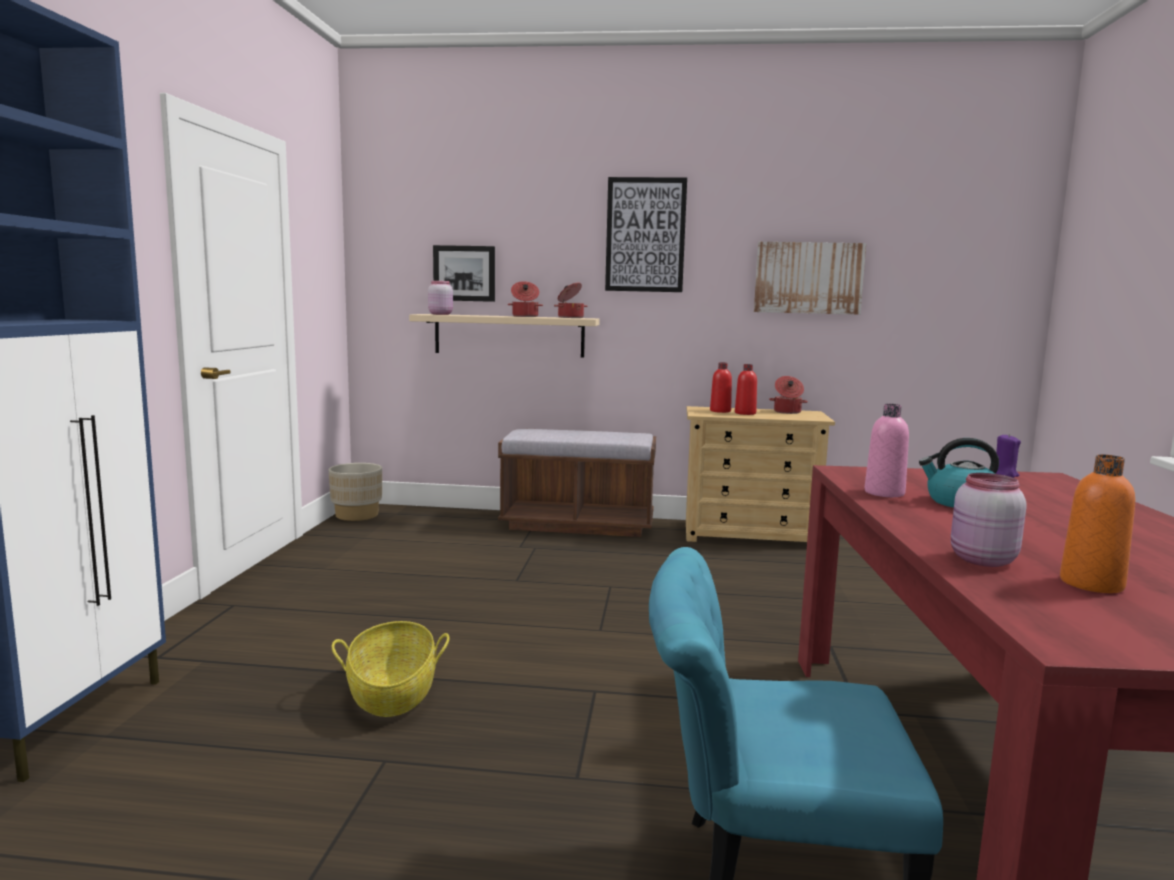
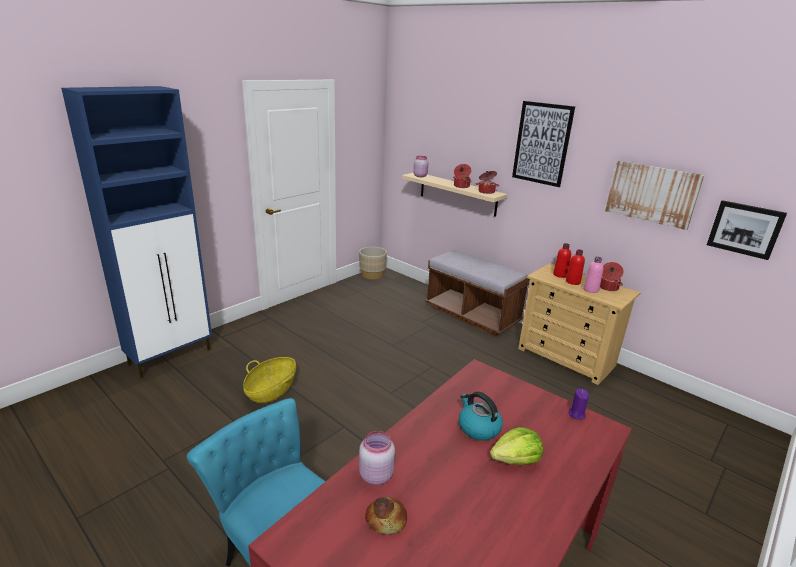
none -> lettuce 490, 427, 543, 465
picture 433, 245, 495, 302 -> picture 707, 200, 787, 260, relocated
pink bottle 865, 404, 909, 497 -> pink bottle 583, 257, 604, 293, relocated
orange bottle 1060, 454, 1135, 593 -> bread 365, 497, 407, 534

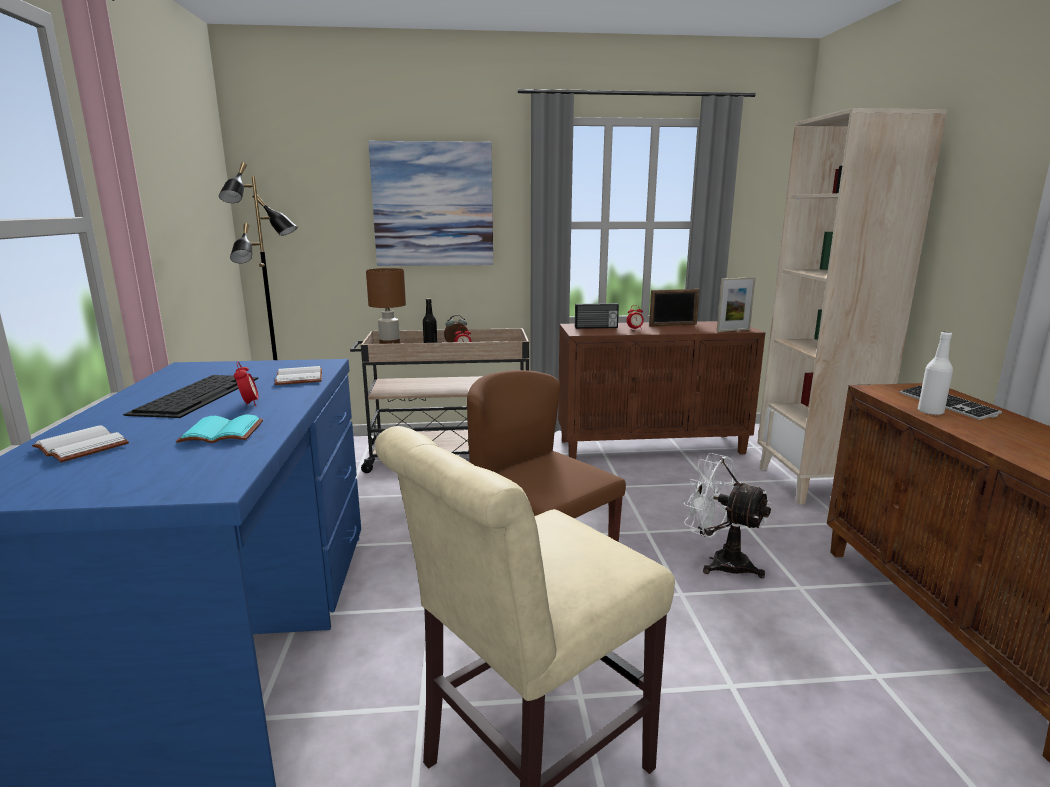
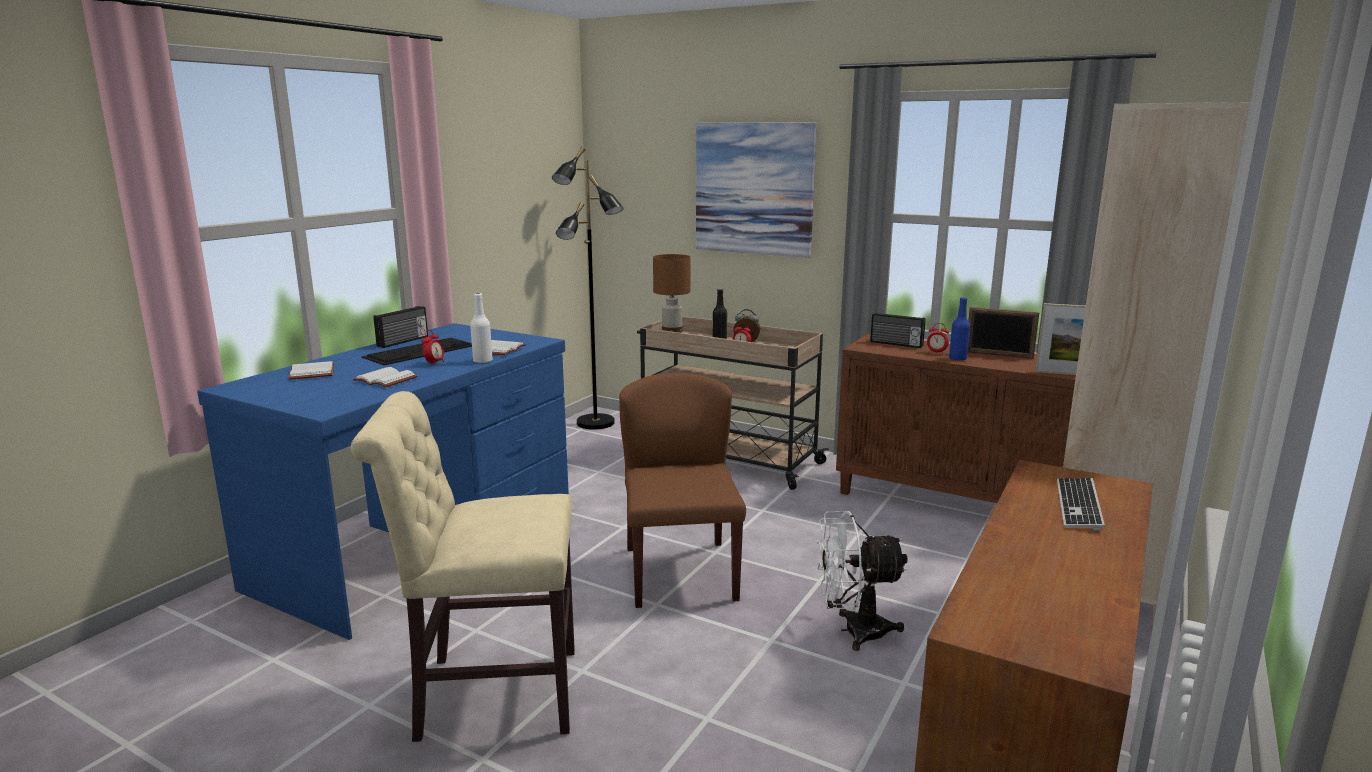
none -> radio 373, 306, 428, 348
none -> blue bottle 949, 297, 970, 361
white bottle 918, 332, 953, 415 -> white bottle 470, 293, 492, 363, relocated
turquoise book 176, 415, 263, 443 -> white book 353, 367, 418, 387
white fan 683, 453, 771, 578 -> white fan 817, 511, 908, 651, 75 degrees counterclockwise

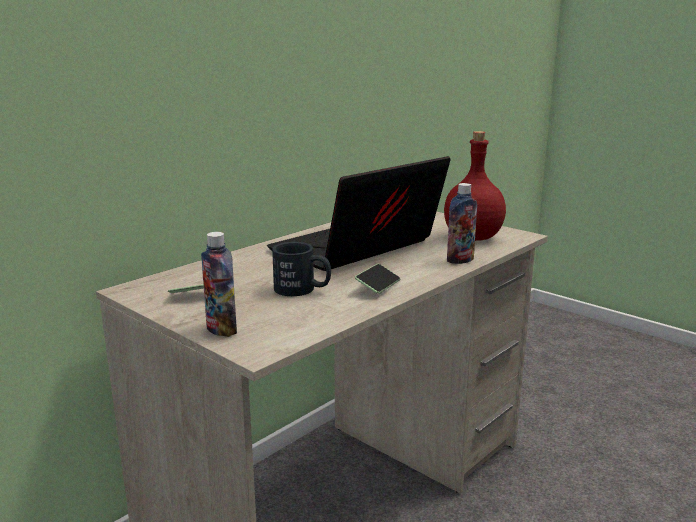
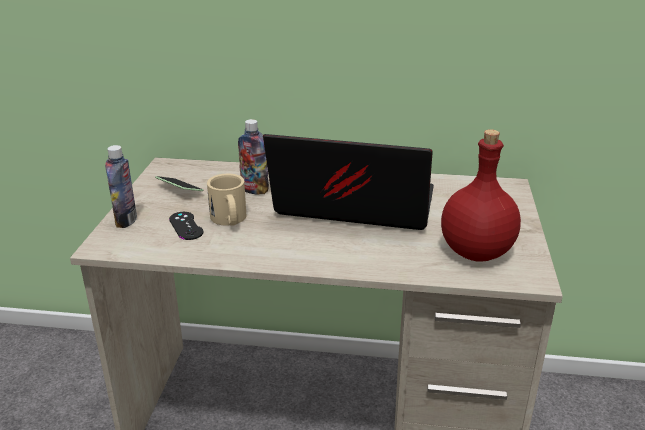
phone 355, 264, 400, 294 -> none
none -> black game controller 169, 212, 203, 240
bottle 447, 183, 477, 264 -> bottle 238, 119, 269, 194, relocated
black mug 272, 242, 331, 296 -> beige mug 207, 174, 246, 226

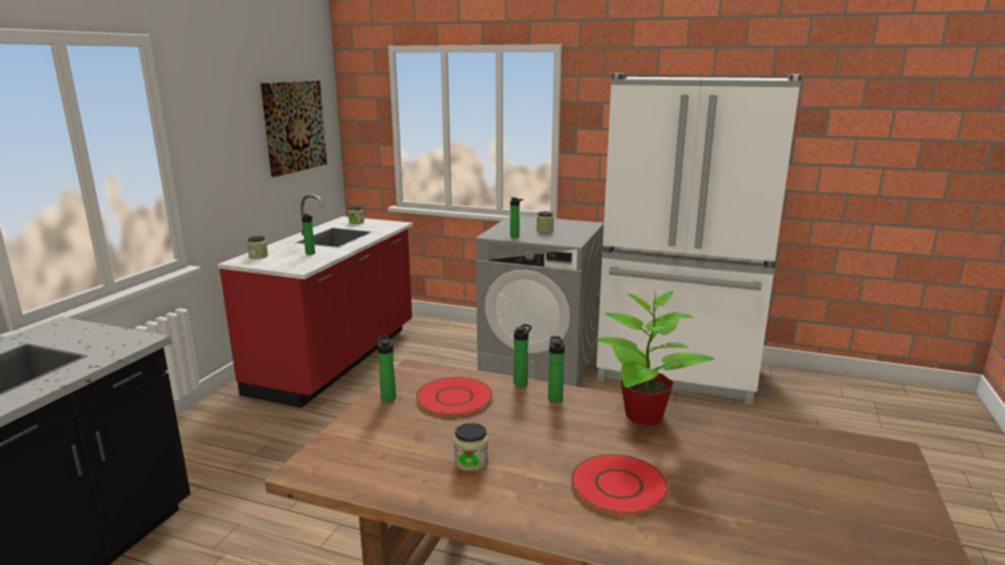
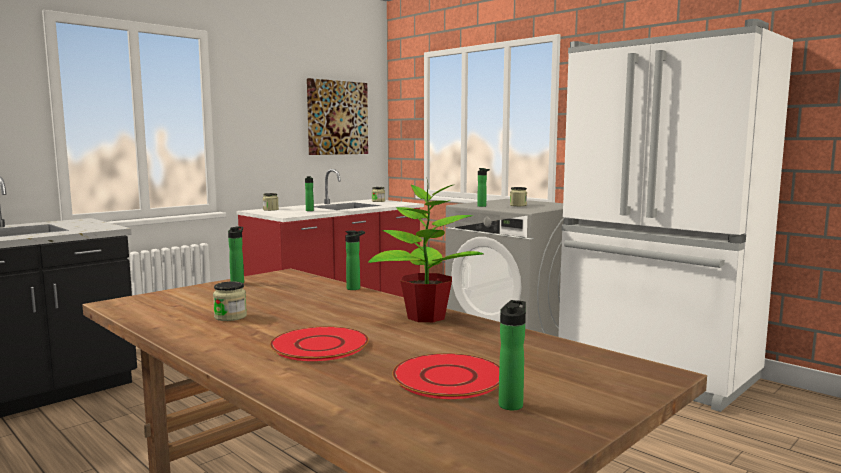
red plate 416, 377, 492, 416 -> red plate 392, 353, 499, 399, relocated
bottle 548, 336, 565, 402 -> bottle 499, 300, 526, 410, relocated

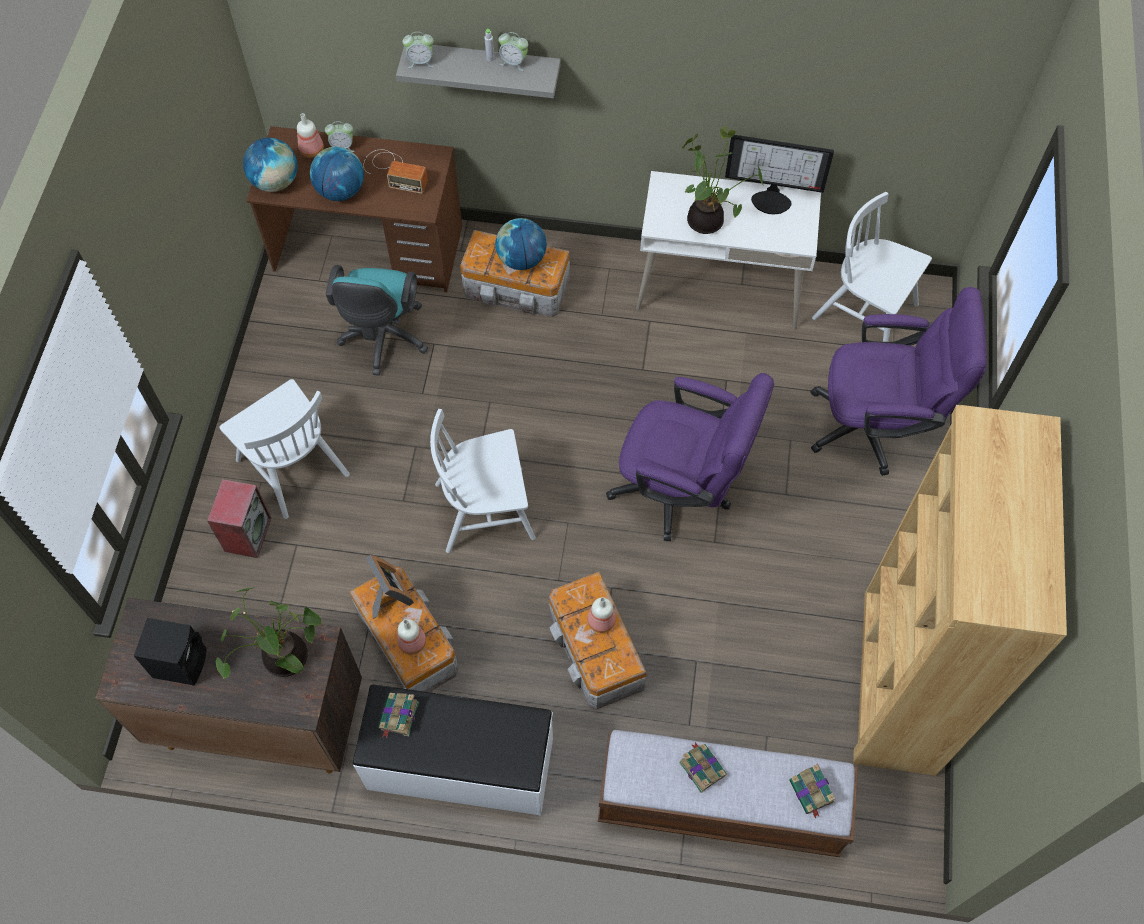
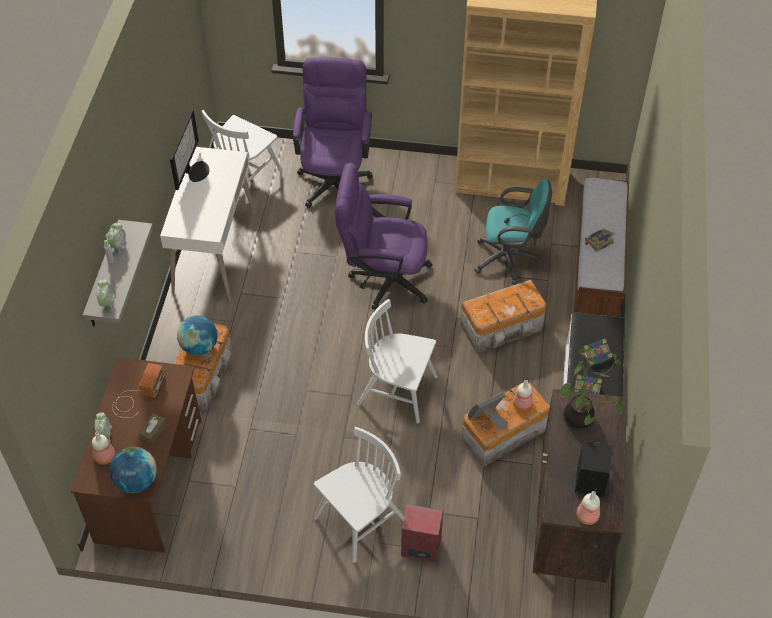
potted plant 682, 126, 763, 234 -> none
turquoise office chair 326, 265, 428, 376 -> turquoise office chair 474, 178, 552, 285, relocated
bottle 587, 597, 616, 633 -> bottle 577, 491, 600, 525, relocated
book 789, 764, 835, 819 -> book 582, 339, 614, 367, relocated
globe 310, 147, 364, 201 -> brown tissue box 139, 413, 167, 445
white chair 430, 409, 535, 553 -> white chair 357, 299, 438, 423, 120 degrees clockwise
purple office chair 606, 373, 774, 541 -> purple office chair 335, 163, 433, 310, 105 degrees counterclockwise

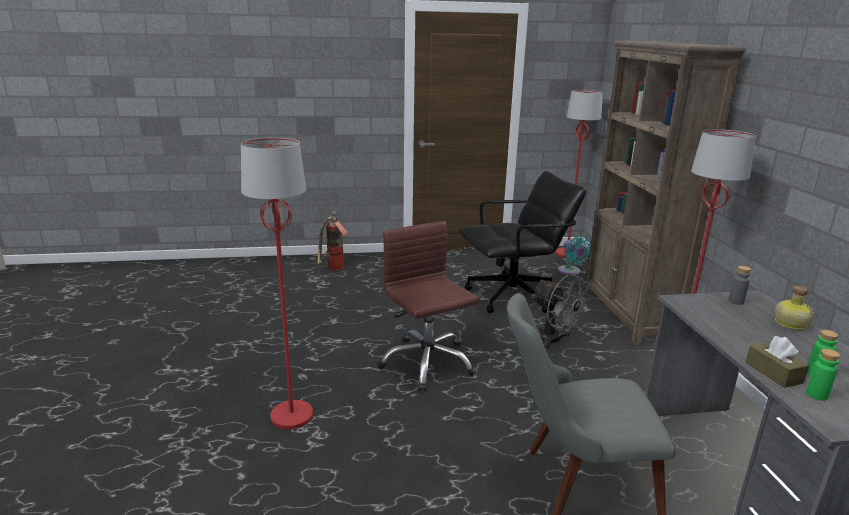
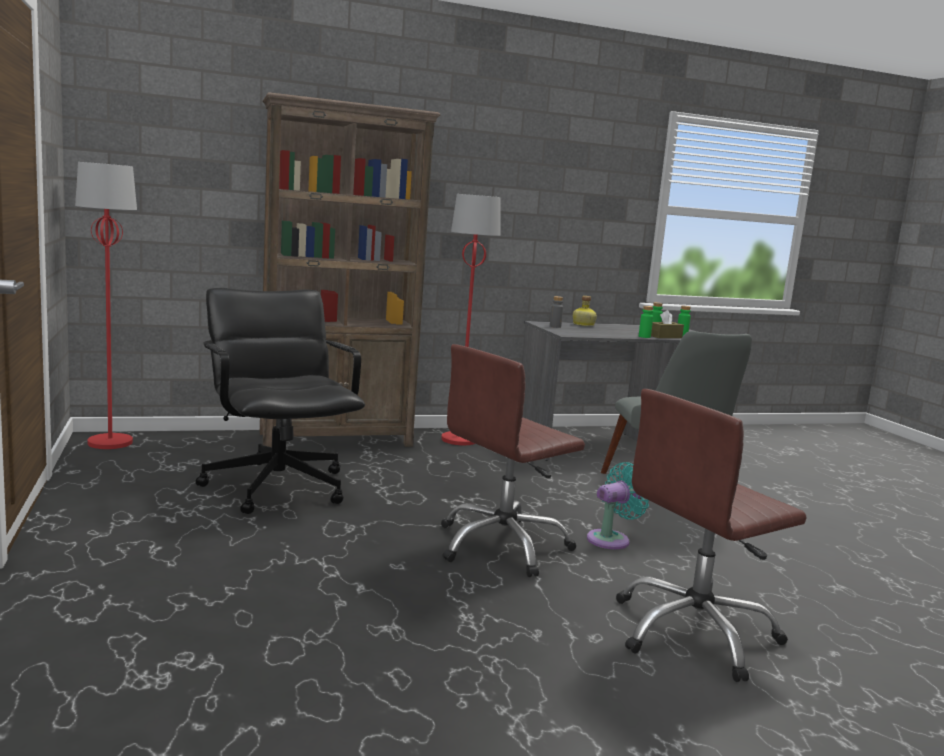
fire extinguisher 317, 211, 348, 270 -> none
grey fan 532, 274, 591, 349 -> none
none -> green bottle 639, 306, 653, 338
turquoise fan 558, 236, 591, 275 -> turquoise fan 587, 462, 649, 549, relocated
red floor lamp 241, 138, 313, 430 -> brown office chair 616, 389, 807, 682

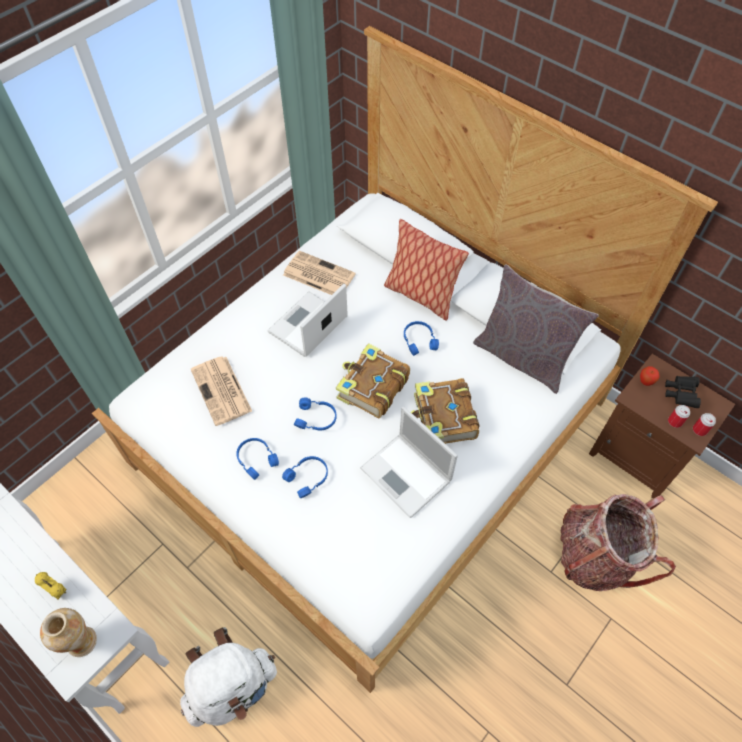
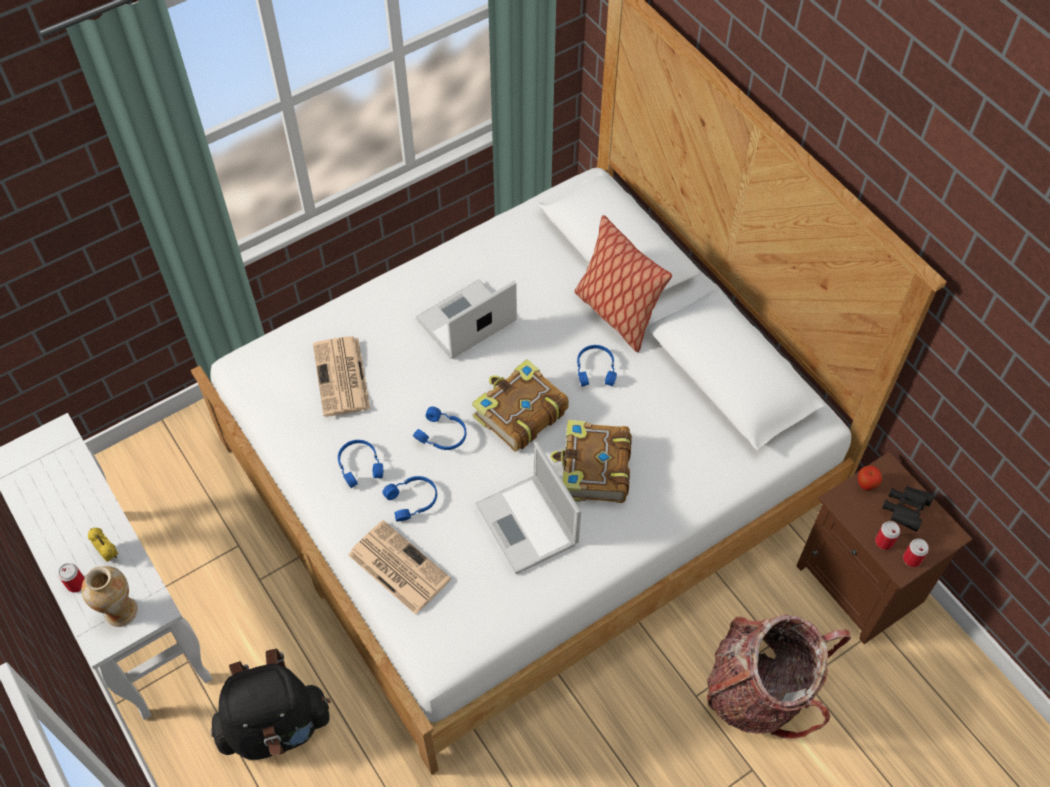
grey pillow 473, 264, 599, 394 -> none
none -> can 58, 563, 85, 592
newspaper 283, 251, 356, 295 -> newspaper 348, 520, 451, 615, relocated
white backpack 180, 627, 277, 727 -> black backpack 210, 648, 331, 760

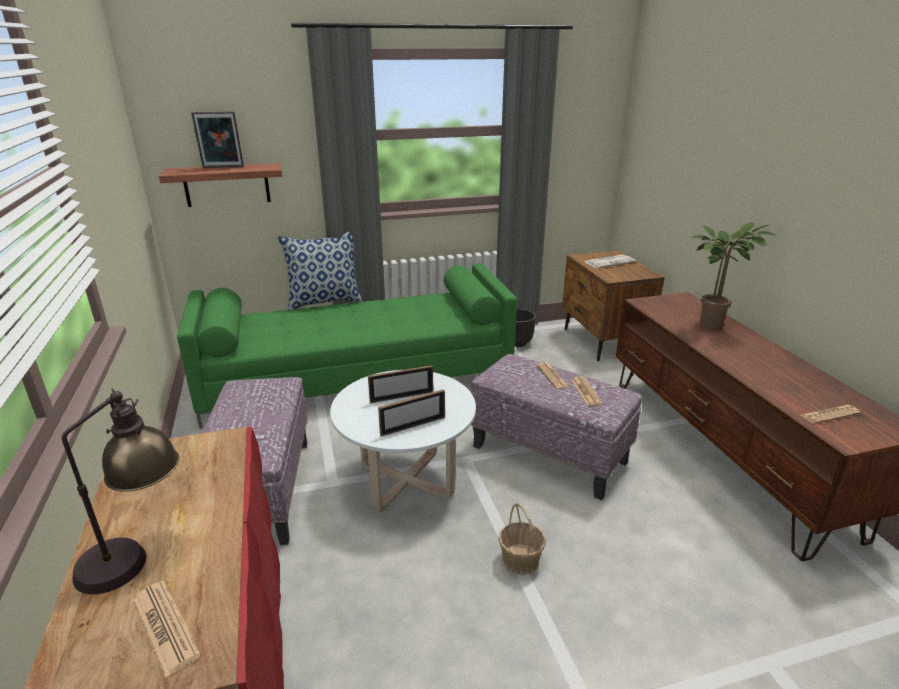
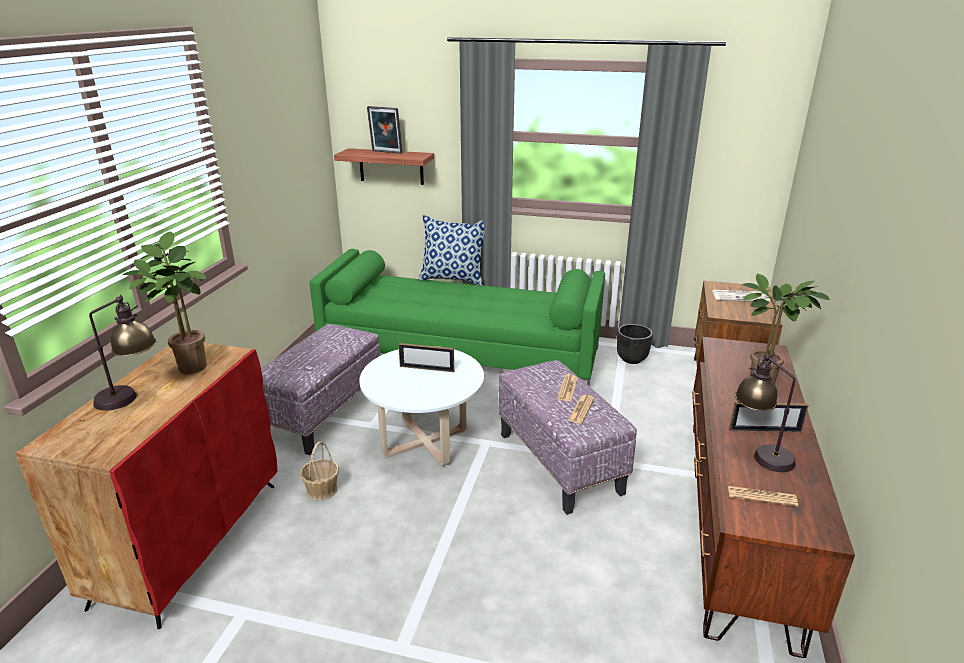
newspaper 132, 581, 201, 678 -> none
none -> potted plant 123, 232, 207, 374
none -> table lamp 735, 354, 796, 472
picture frame 378, 389, 445, 437 -> picture frame 729, 402, 809, 433, relocated
basket 498, 503, 546, 575 -> basket 300, 441, 339, 501, relocated

